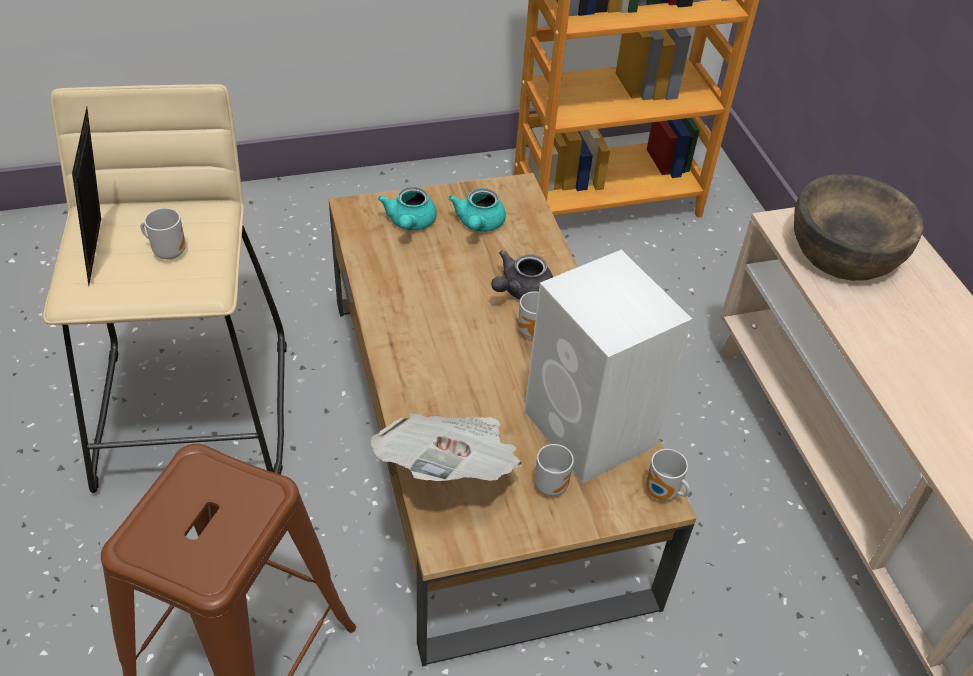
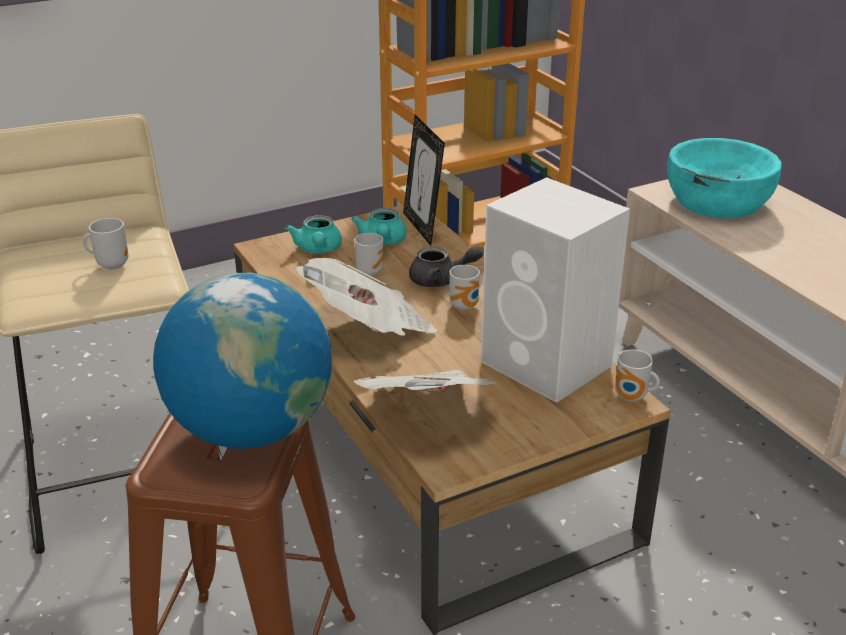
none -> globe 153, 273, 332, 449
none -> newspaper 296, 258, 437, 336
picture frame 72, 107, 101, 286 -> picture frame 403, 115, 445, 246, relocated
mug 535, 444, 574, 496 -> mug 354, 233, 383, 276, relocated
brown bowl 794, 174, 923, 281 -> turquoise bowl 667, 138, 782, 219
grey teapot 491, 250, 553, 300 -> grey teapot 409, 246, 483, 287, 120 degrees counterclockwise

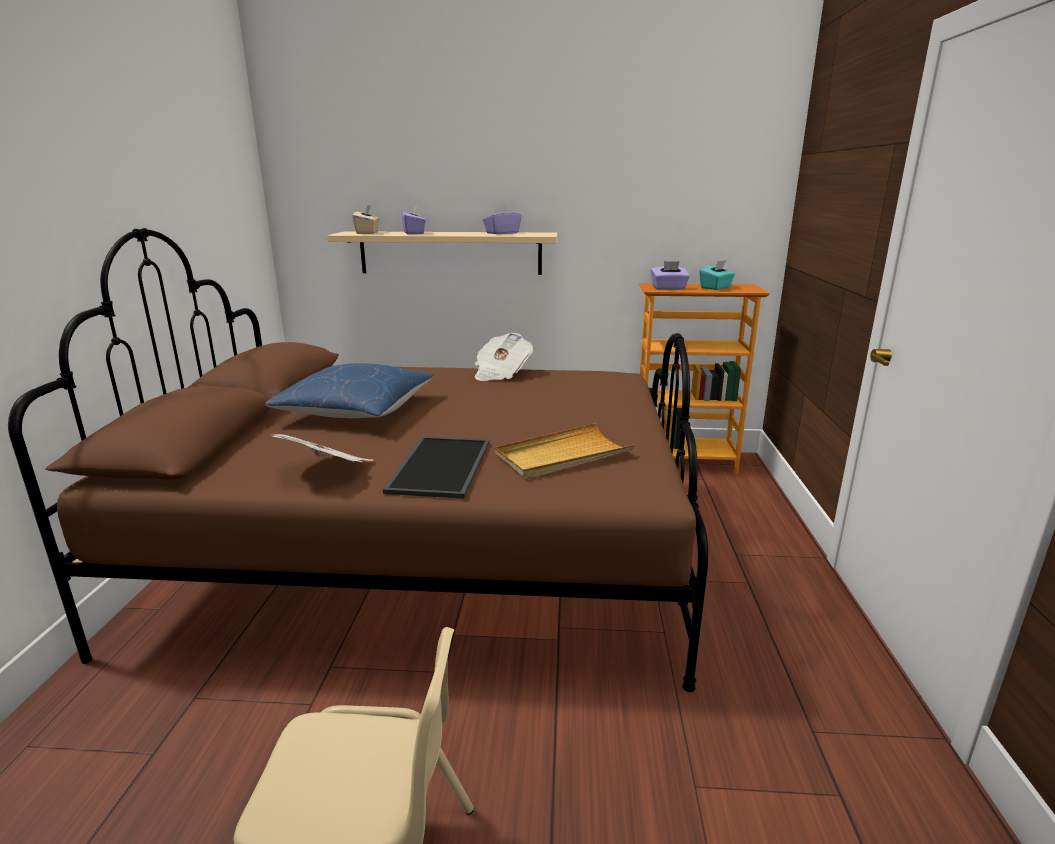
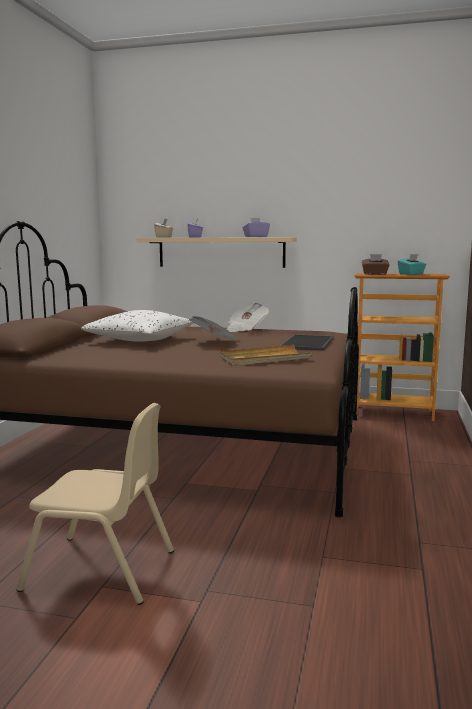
newspaper 272, 434, 373, 462 -> newspaper 189, 316, 239, 340, relocated
tray 383, 436, 490, 499 -> tray 279, 334, 334, 351, relocated
blue pillow 265, 363, 434, 418 -> white pillow 81, 310, 193, 342
purple tissue box 651, 261, 690, 290 -> brown tissue box 362, 254, 389, 275

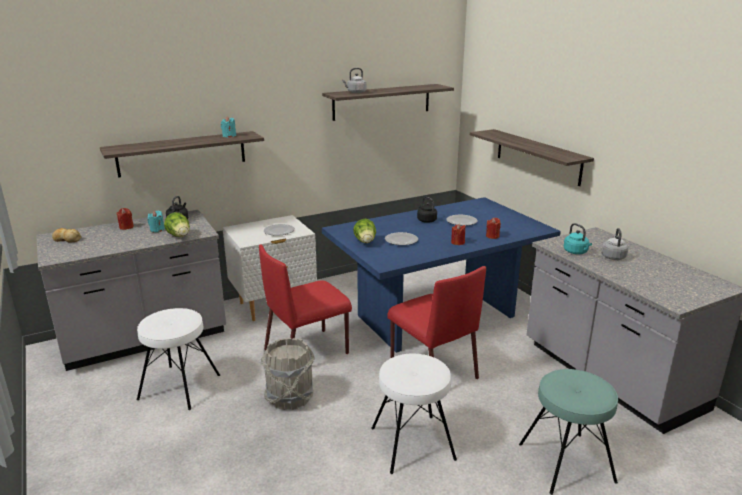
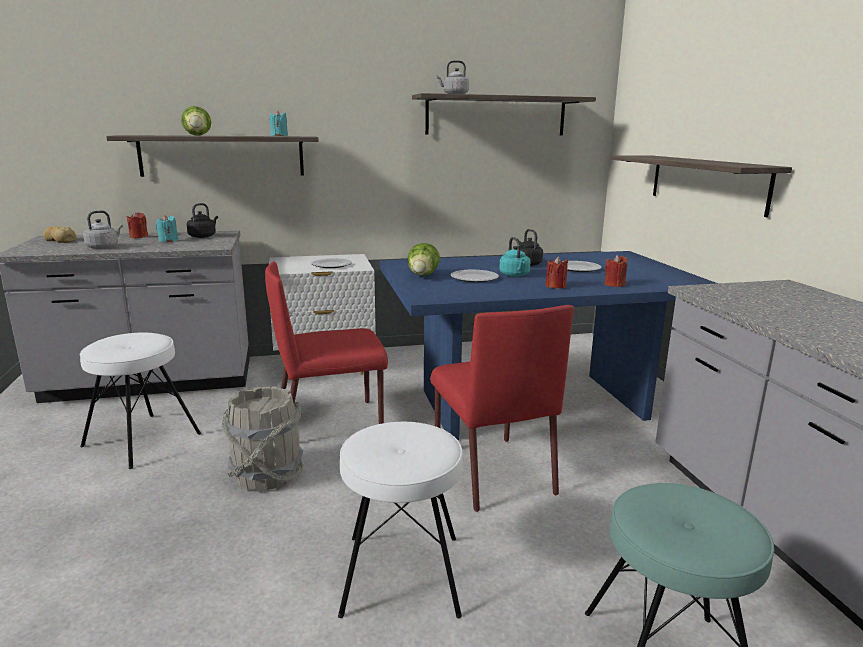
lettuce 164, 212, 190, 237 -> lettuce 181, 106, 211, 136, relocated
turquoise kettle 564, 223, 592, 254 -> turquoise kettle 499, 237, 531, 277, relocated
grey kettle 601, 228, 628, 260 -> grey kettle 83, 211, 123, 249, relocated

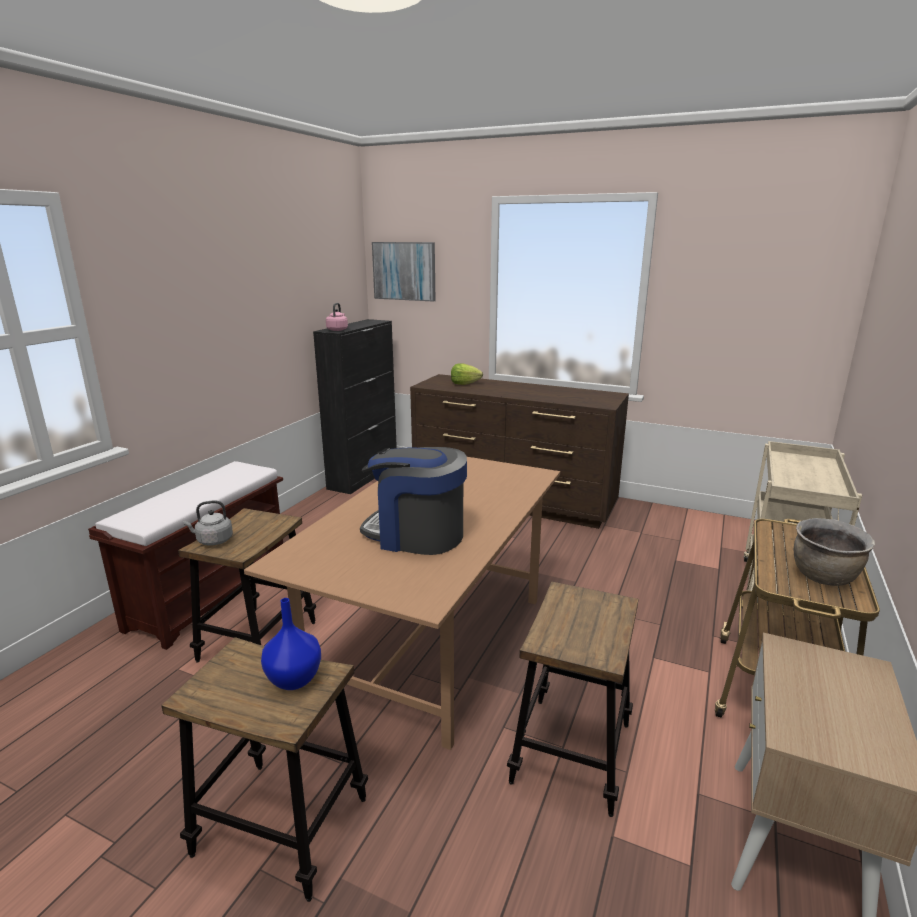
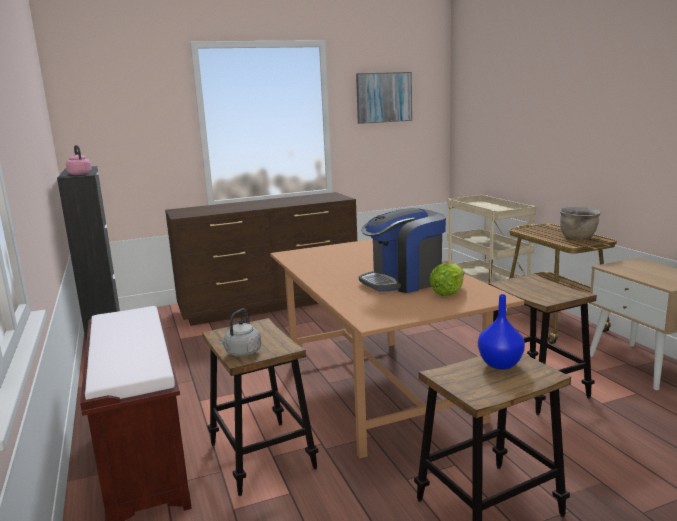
picture 372, 242, 435, 302 -> picture 356, 72, 412, 124, relocated
lettuce 451, 364, 483, 385 -> lettuce 429, 263, 464, 296, relocated

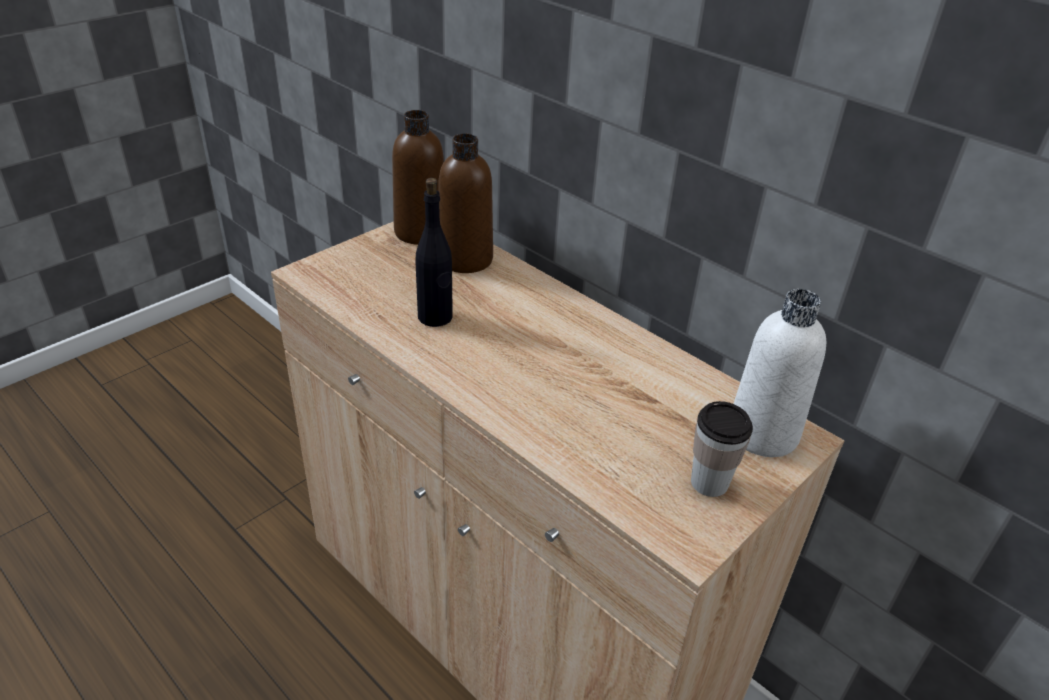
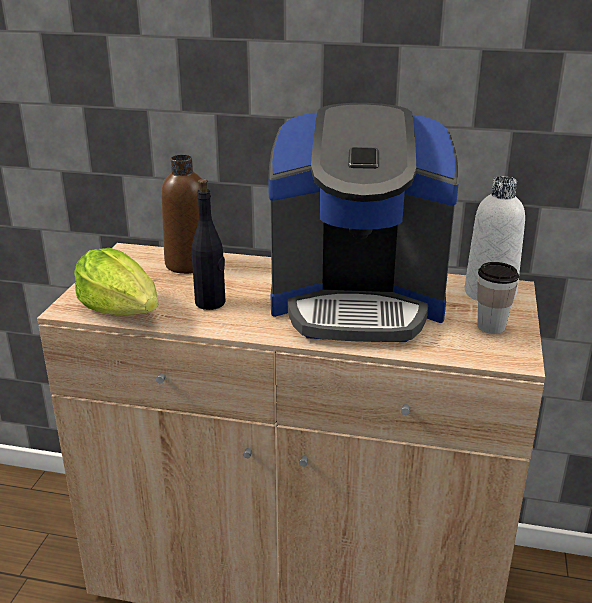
brown bottle 392, 110, 444, 245 -> none
none -> lettuce 74, 248, 159, 315
none -> coffee machine 268, 103, 459, 342

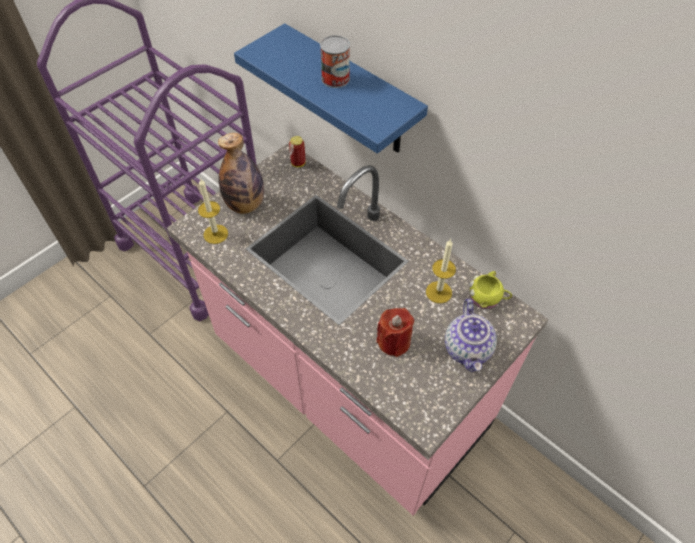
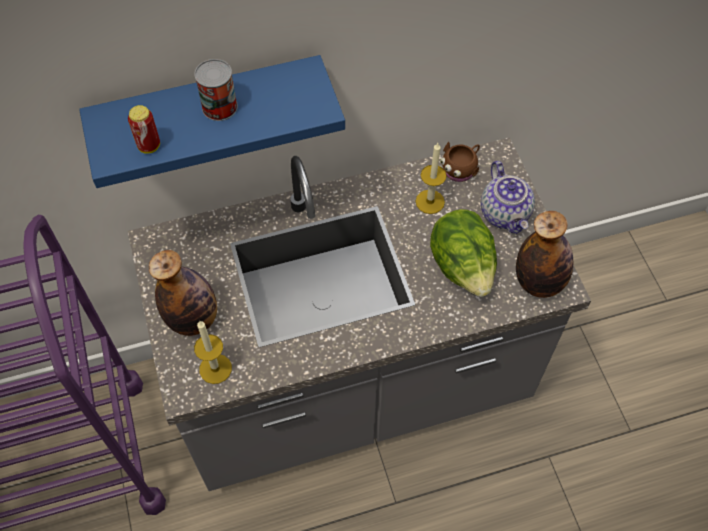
none -> bottle 516, 211, 573, 298
can 289, 136, 306, 167 -> can 128, 105, 160, 154, relocated
red candle 376, 308, 414, 357 -> lettuce 430, 209, 497, 297
pink counter 167, 143, 548, 516 -> grey counter 128, 137, 591, 491
yellow mug 469, 271, 512, 309 -> brown mug 440, 142, 480, 182
teapot 445, 299, 497, 372 -> teapot 481, 161, 535, 234, 45 degrees clockwise

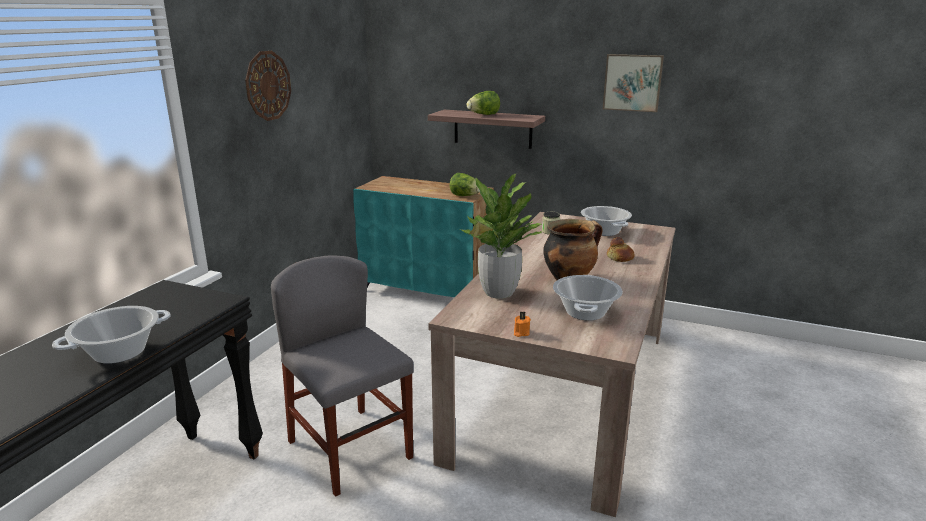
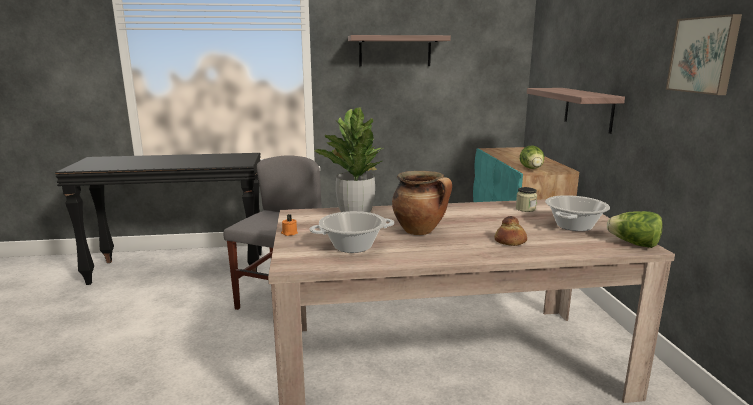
cooking pot 52, 306, 170, 364 -> none
lettuce 467, 91, 500, 115 -> lettuce 607, 211, 663, 248, relocated
wall clock 245, 51, 291, 121 -> shelf 348, 35, 451, 67

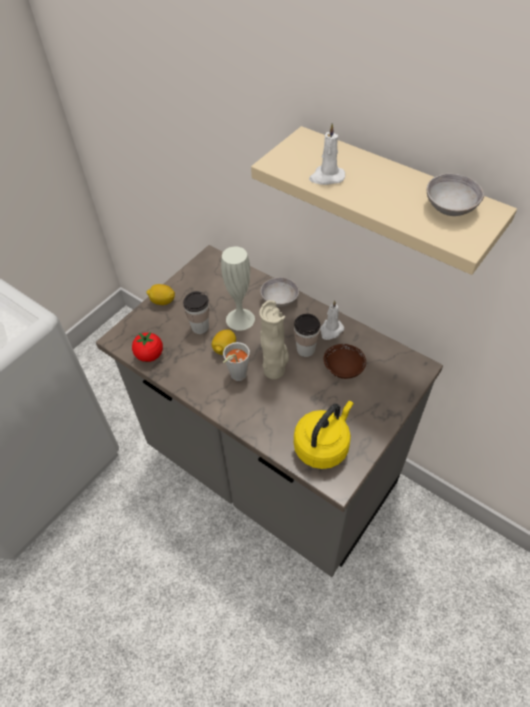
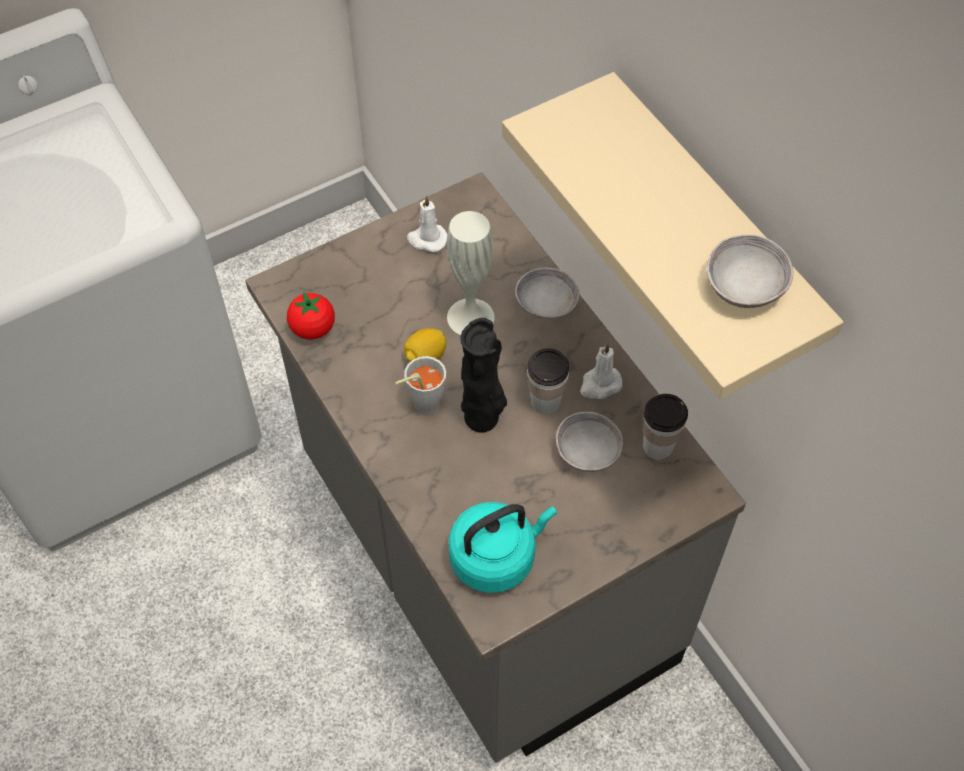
lemon 146, 284, 175, 305 -> none
cup 183, 291, 209, 334 -> cup 643, 394, 688, 460, relocated
white candle 309, 123, 345, 185 -> white candle 407, 195, 447, 252, relocated
beige vase 259, 300, 289, 379 -> black vase 460, 318, 507, 432
yellow kettle 294, 401, 354, 469 -> turquoise kettle 449, 502, 557, 593
brown bowl 324, 344, 366, 379 -> grey bowl 556, 412, 623, 472

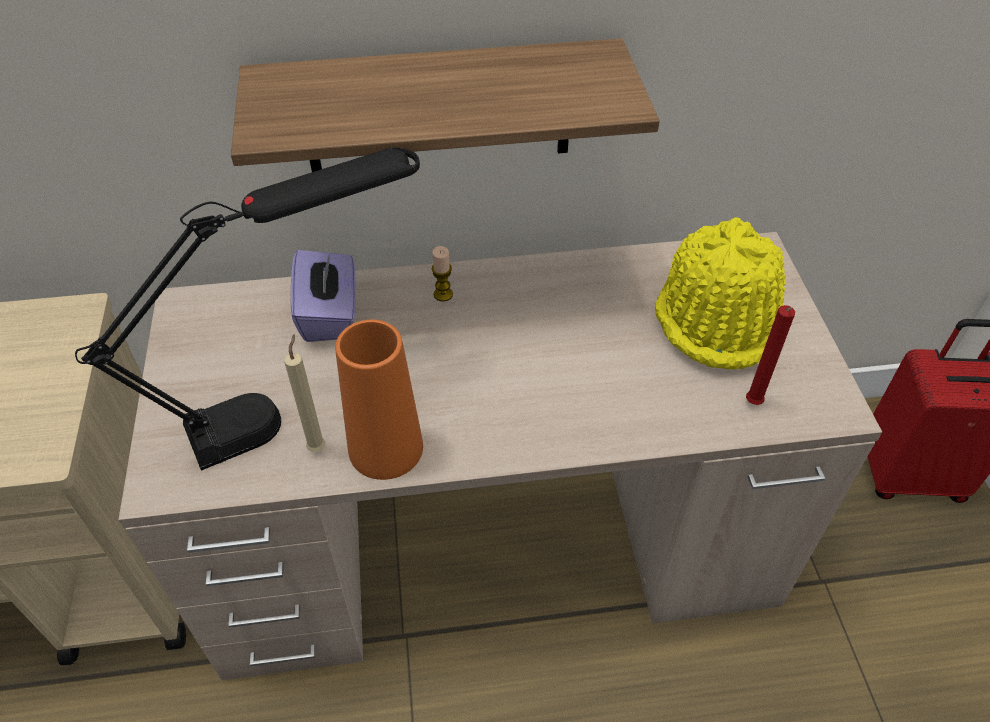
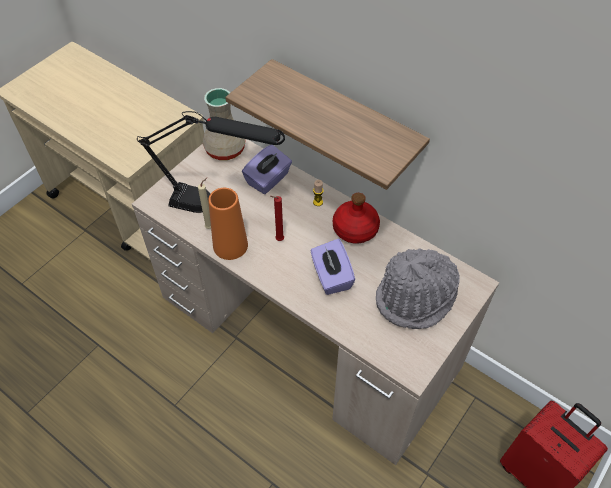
none -> beige vase 203, 88, 246, 160
none -> purple tissue box 311, 239, 355, 295
none -> red bottle 333, 193, 380, 244
red candle 746, 305, 795, 405 -> red candle 270, 196, 284, 241, relocated
yellow hat 655, 217, 786, 370 -> grey hat 376, 248, 460, 329

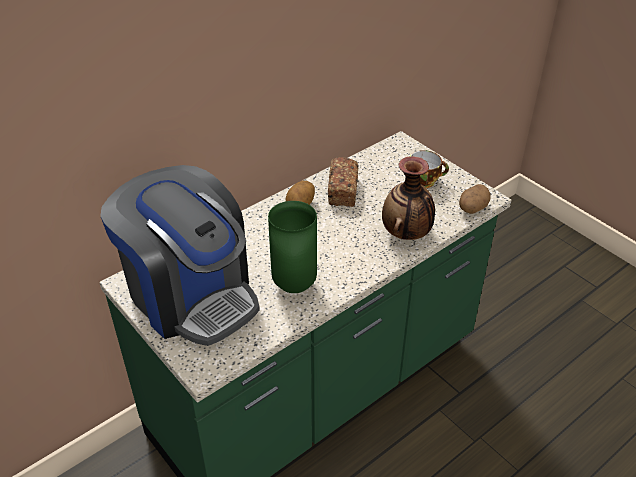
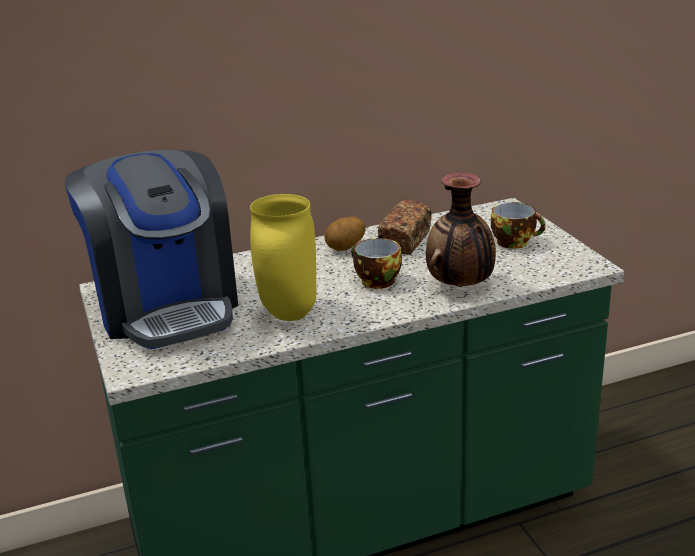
potato 459, 184, 491, 214 -> none
none -> cup 351, 238, 402, 289
green vase 268, 201, 317, 293 -> yellow vase 250, 194, 316, 321

